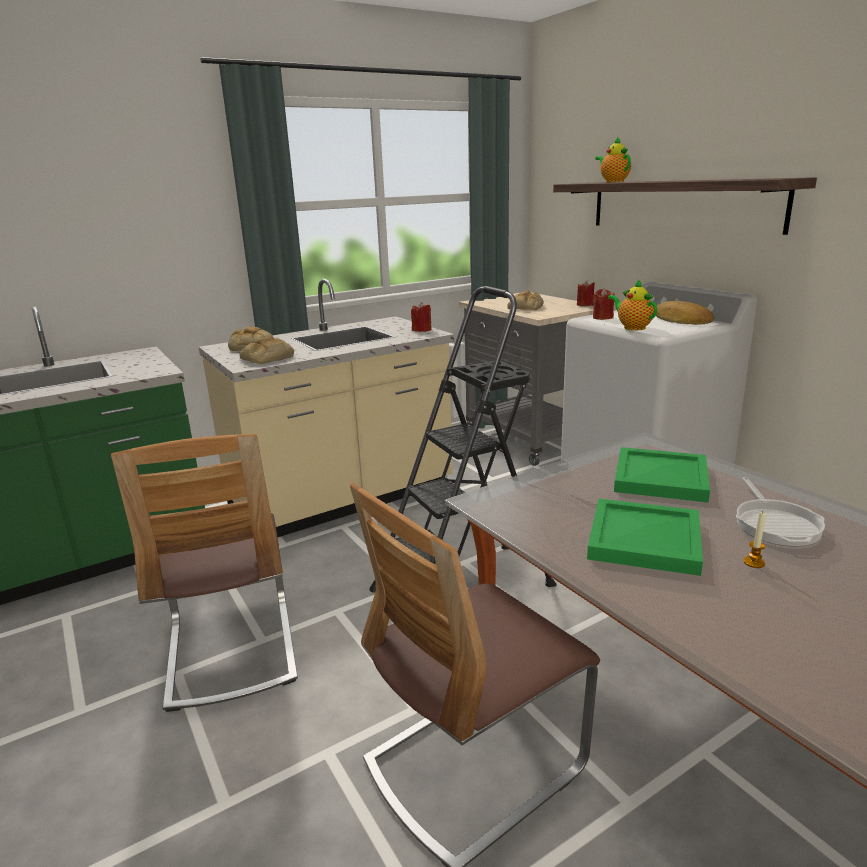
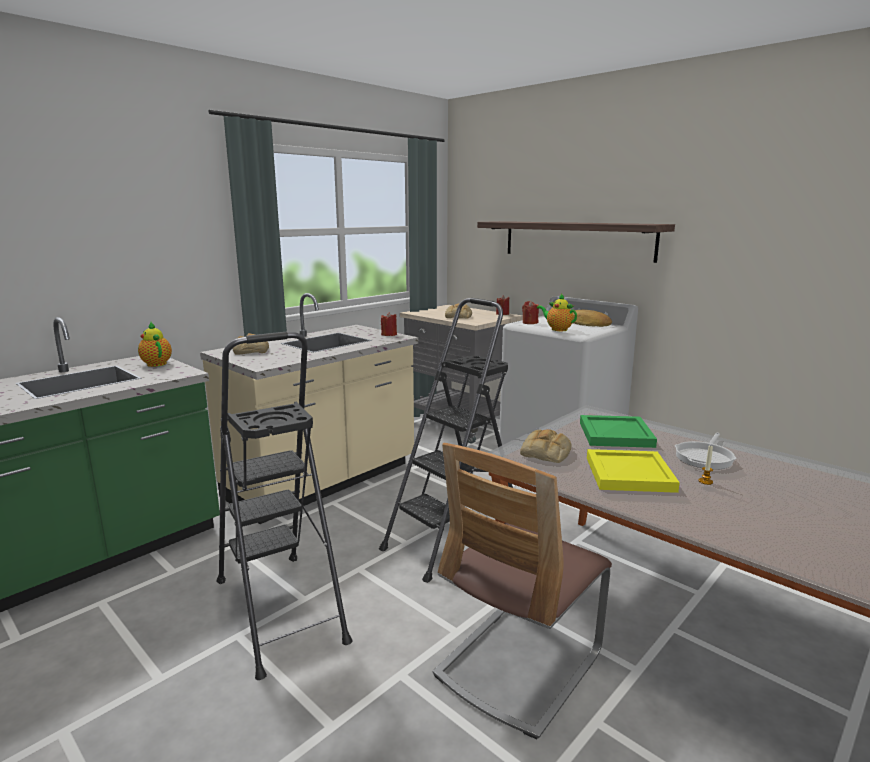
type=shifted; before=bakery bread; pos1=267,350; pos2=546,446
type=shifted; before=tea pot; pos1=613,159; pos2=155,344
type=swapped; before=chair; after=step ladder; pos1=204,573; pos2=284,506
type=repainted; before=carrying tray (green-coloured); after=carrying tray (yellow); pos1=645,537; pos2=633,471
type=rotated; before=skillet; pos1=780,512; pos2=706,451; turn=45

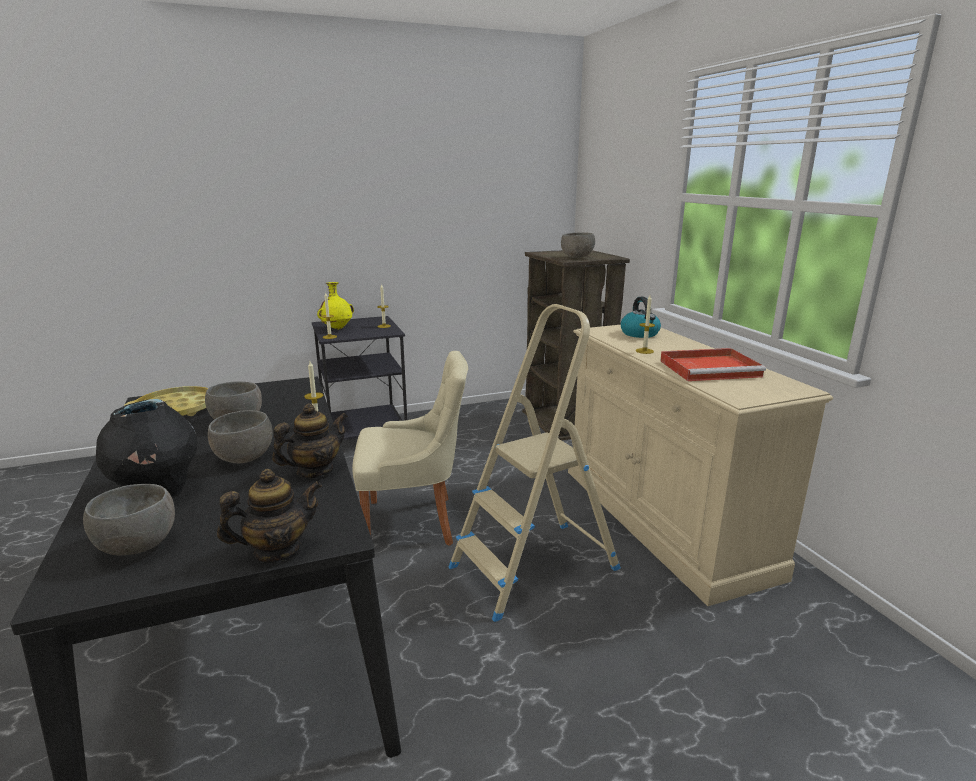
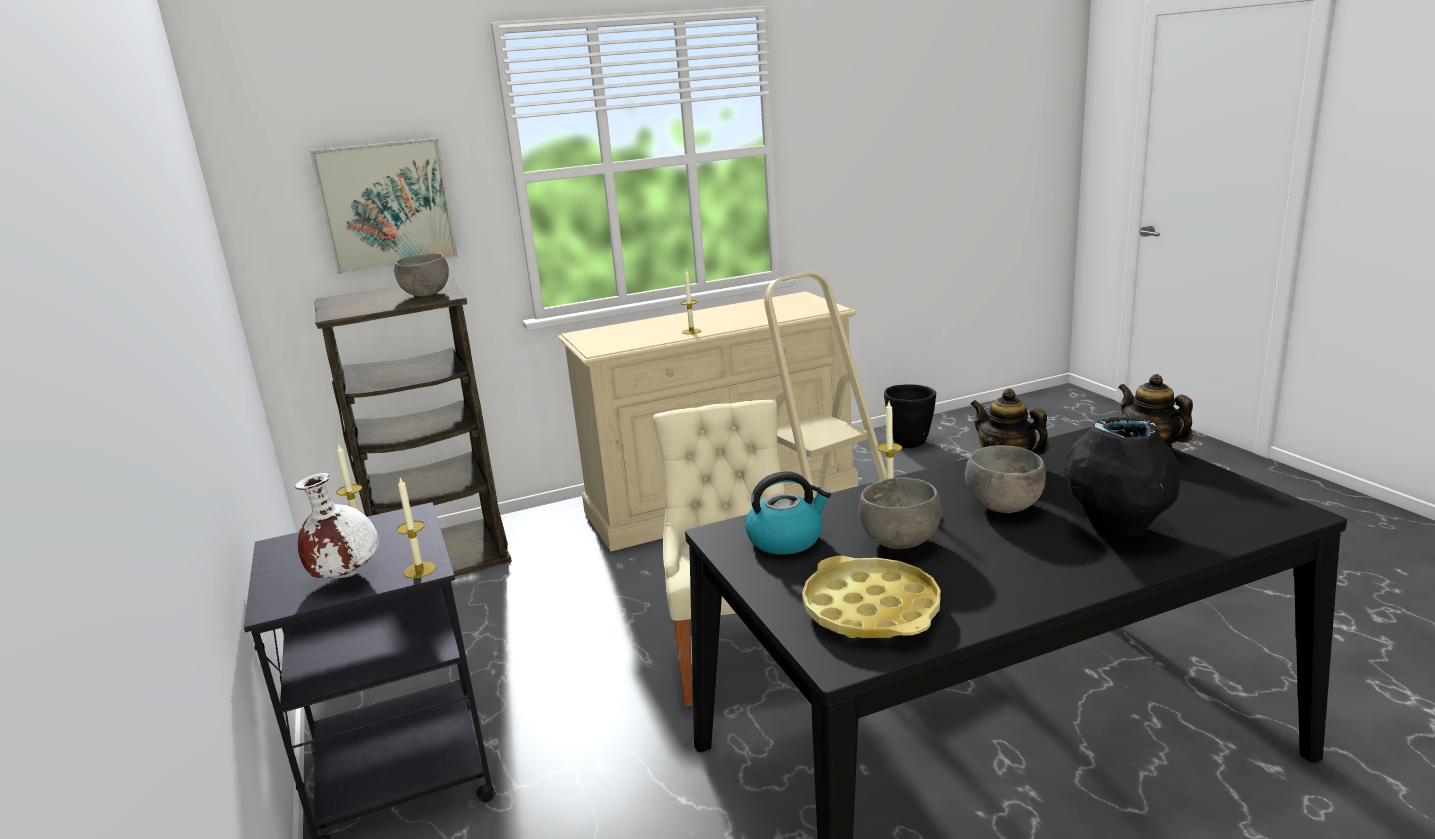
type=gone; before=deep dish (greyish); pos1=129,519
type=gone; before=carrying tray (red-coloured); pos1=713,364
type=new; after=picture; pos2=384,206
type=new; after=planter (black-coloured); pos2=910,416
type=shifted; before=kettle; pos1=641,317; pos2=788,513
type=repainted; before=flower vase (yellow); after=flower vase (whitish); pos1=335,305; pos2=337,525

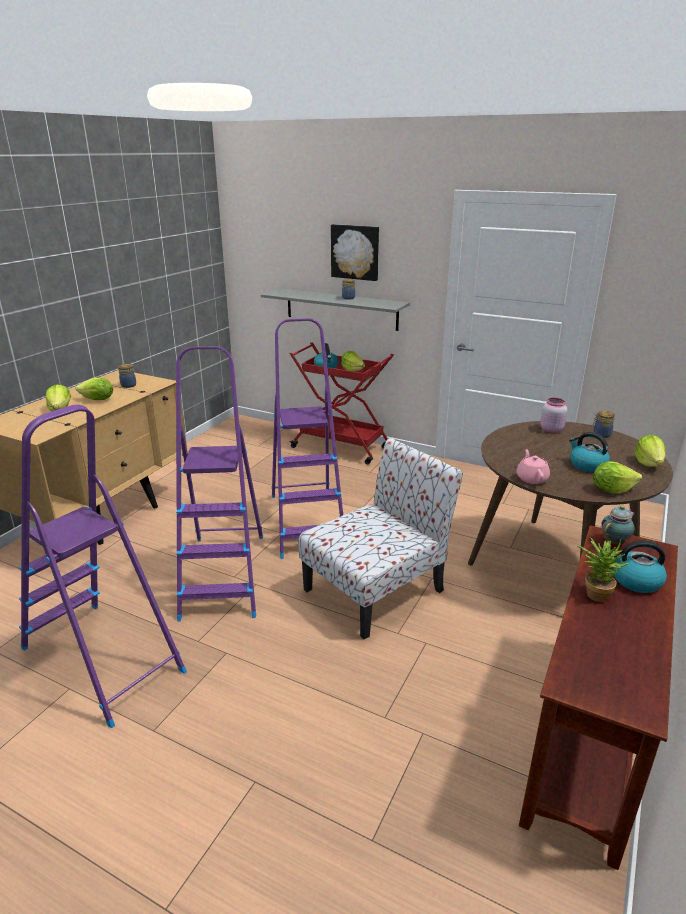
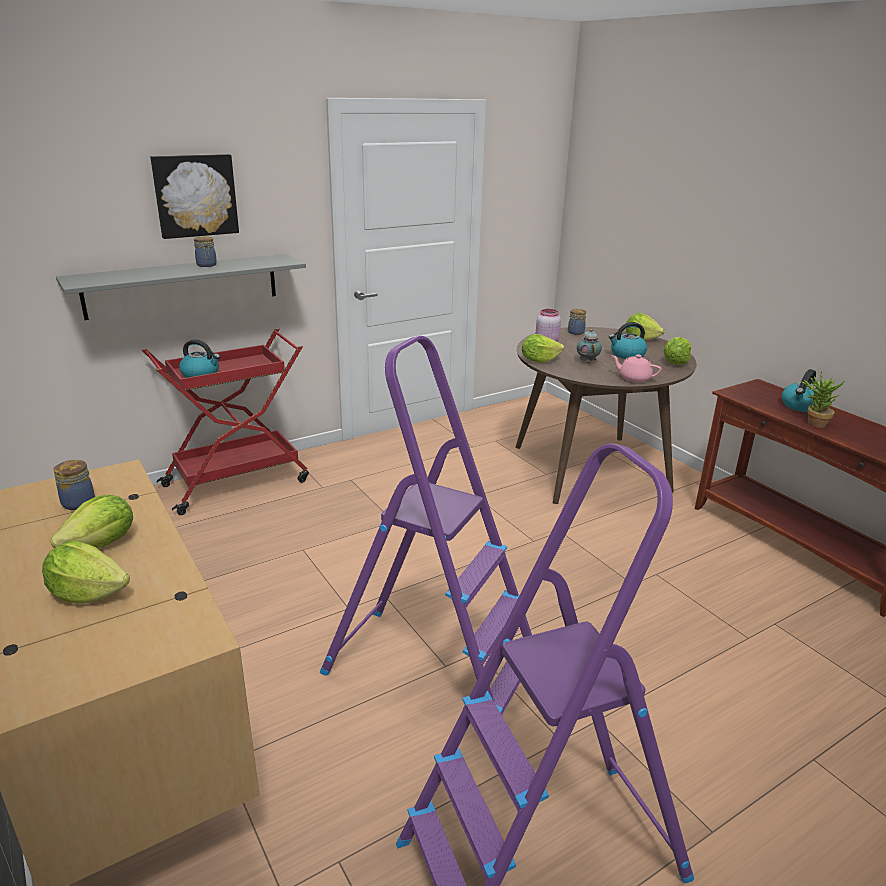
type=gone; before=step ladder (purple-coloured); pos1=307,438
type=gone; before=chair; pos1=380,538
type=shifted; before=lettuce; pos1=353,361; pos2=543,348
type=shifted; before=tea pot; pos1=618,524; pos2=589,346

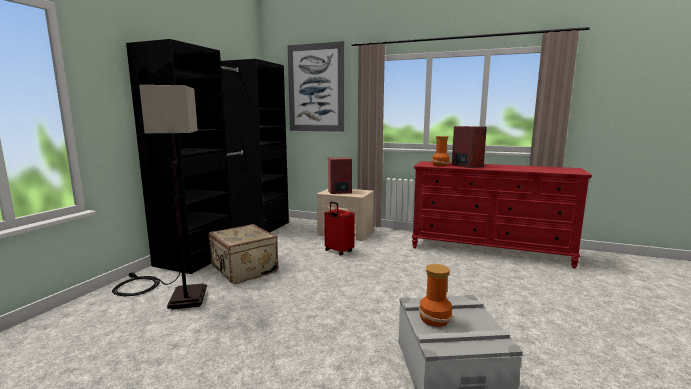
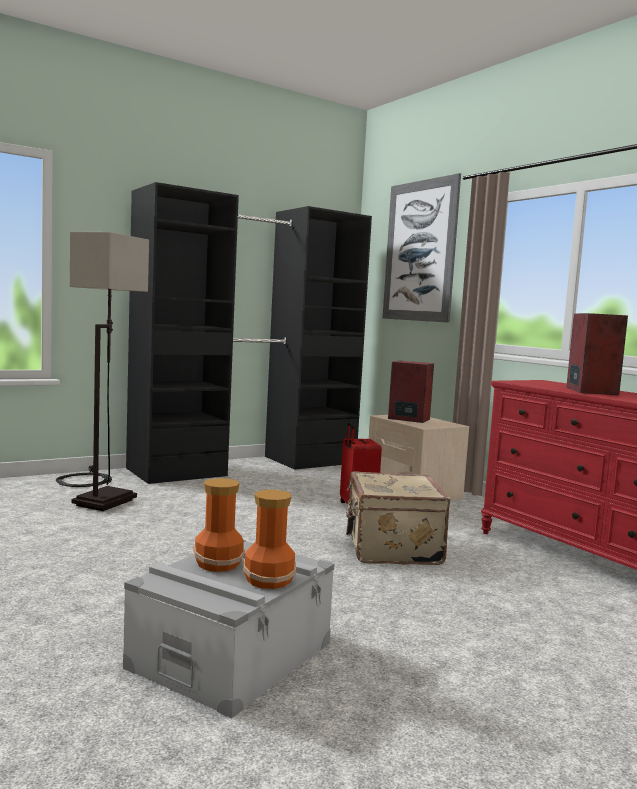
type=shifted; before=piece of luggage (sand-coloured); pos1=243,254; pos2=398,518
type=shifted; before=flower vase; pos1=441,151; pos2=269,539

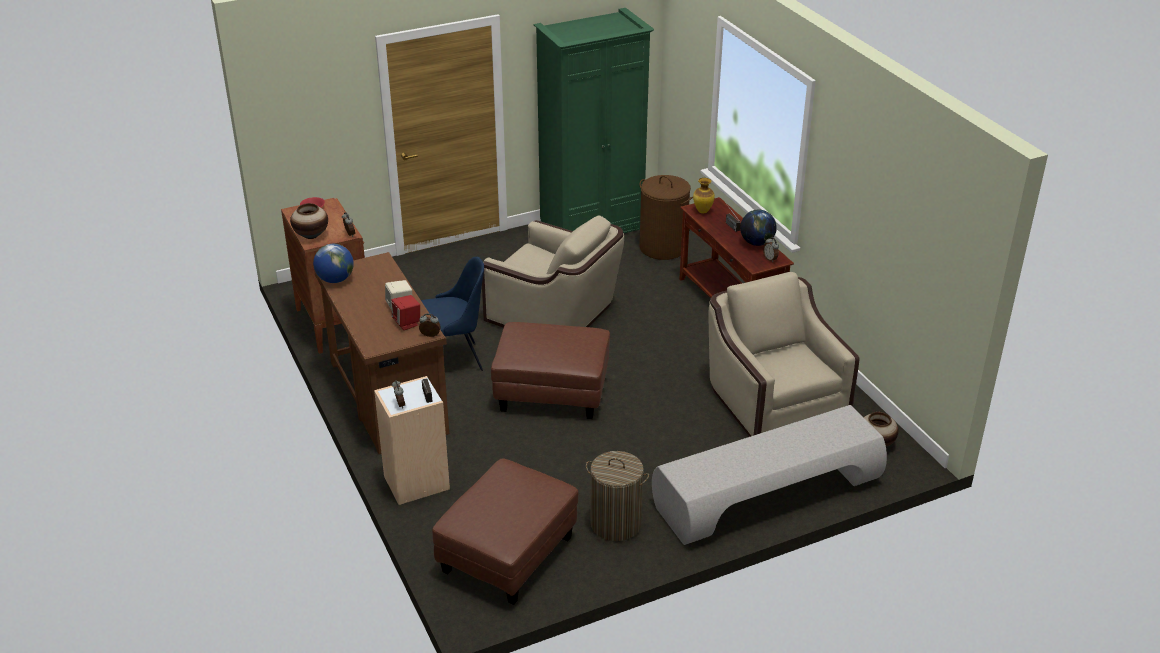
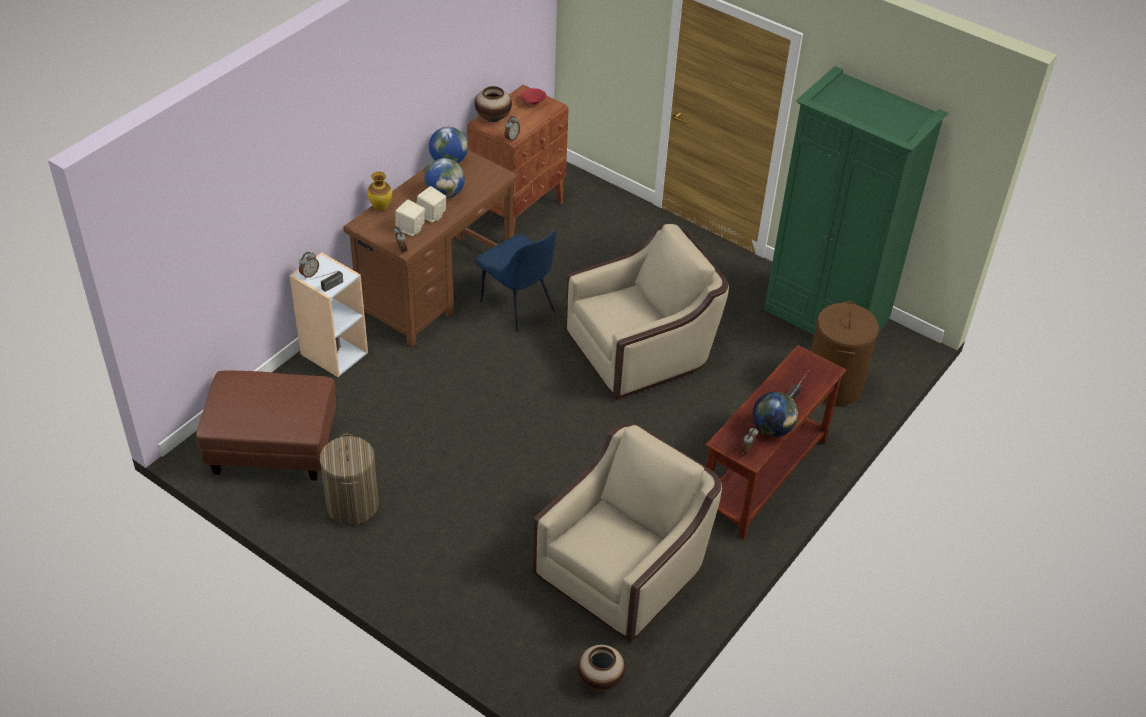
type=gone; before=ottoman (brownish); pos1=550,370
type=gone; before=indoor bench (greyish); pos1=769,475
type=new; after=globe; pos2=444,178
type=shifted; before=flower vase; pos1=704,195; pos2=379,191
type=repainted; before=audio speaker (red-coloured); after=audio speaker (sand-coloured); pos1=405,312; pos2=410,217
type=rotated; before=armchair (sand-coloured); pos1=553,272; pos2=647,312; turn=-120

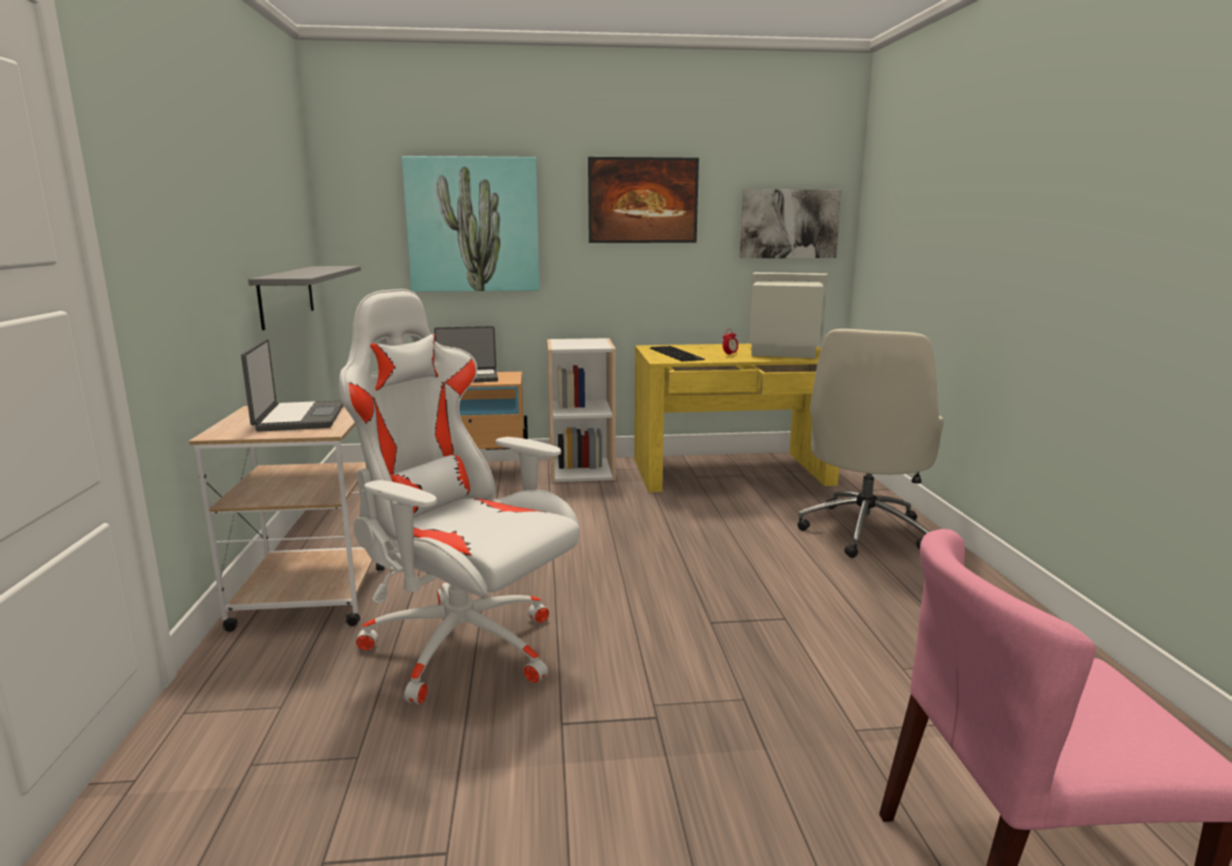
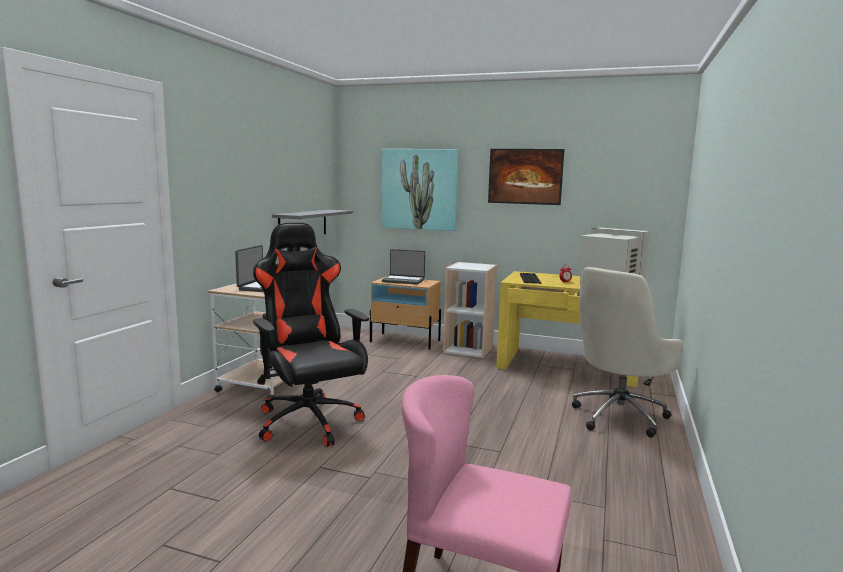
type=gone; before=picture; pos1=791,223
type=repainted; before=office chair (whitish); after=office chair (black-coloured); pos1=459,496; pos2=311,334

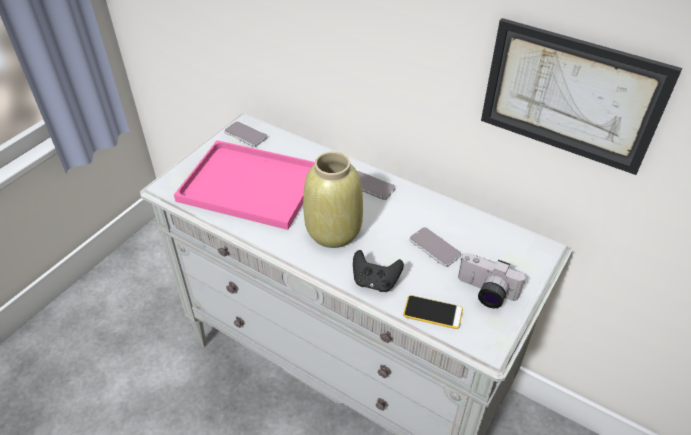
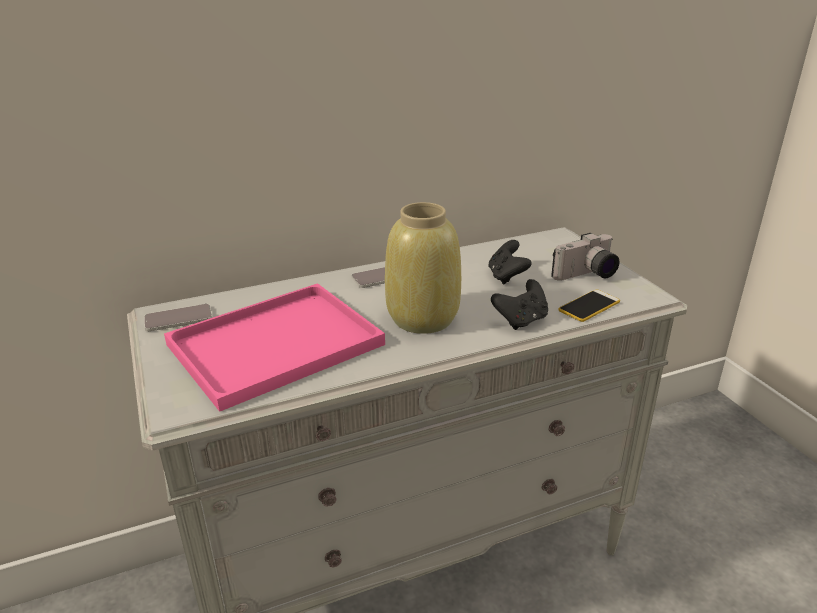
type=gone; before=picture; pos1=581,96
type=swapped; before=handset; after=joypad (black-coloured); pos1=435,247; pos2=510,262

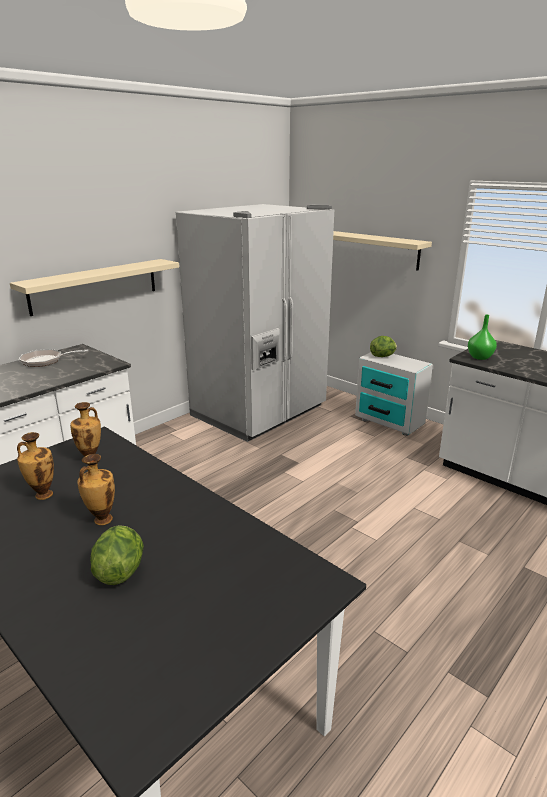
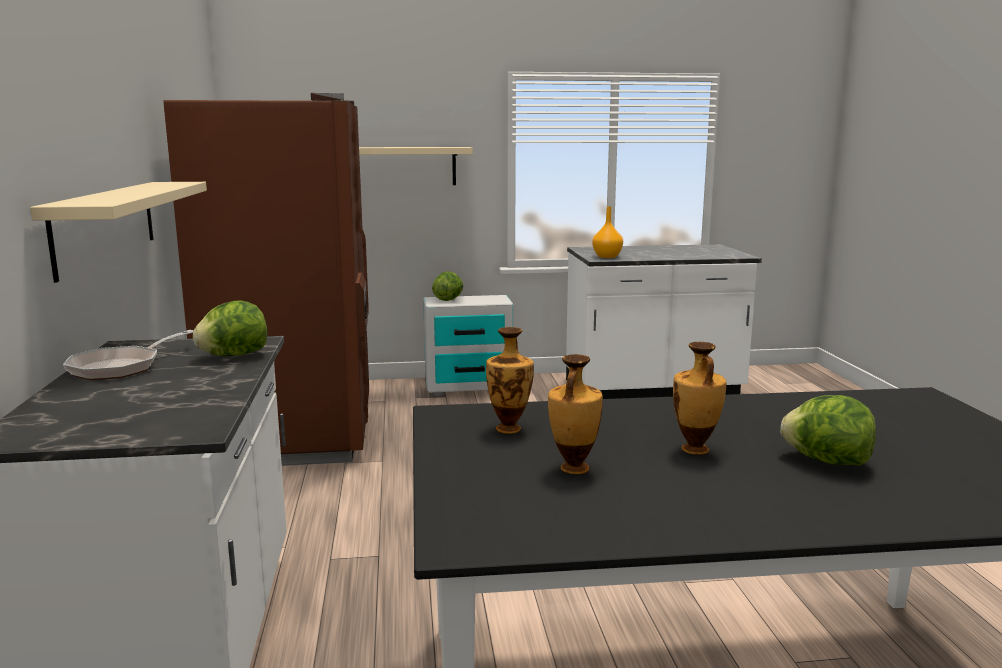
type=new; after=lettuce; pos2=230,328
type=repainted; before=refrigerator (whitish); after=refrigerator (brownish); pos1=255,323; pos2=266,279
type=repainted; before=flower vase (green-coloured); after=flower vase (orange); pos1=482,337; pos2=607,232

